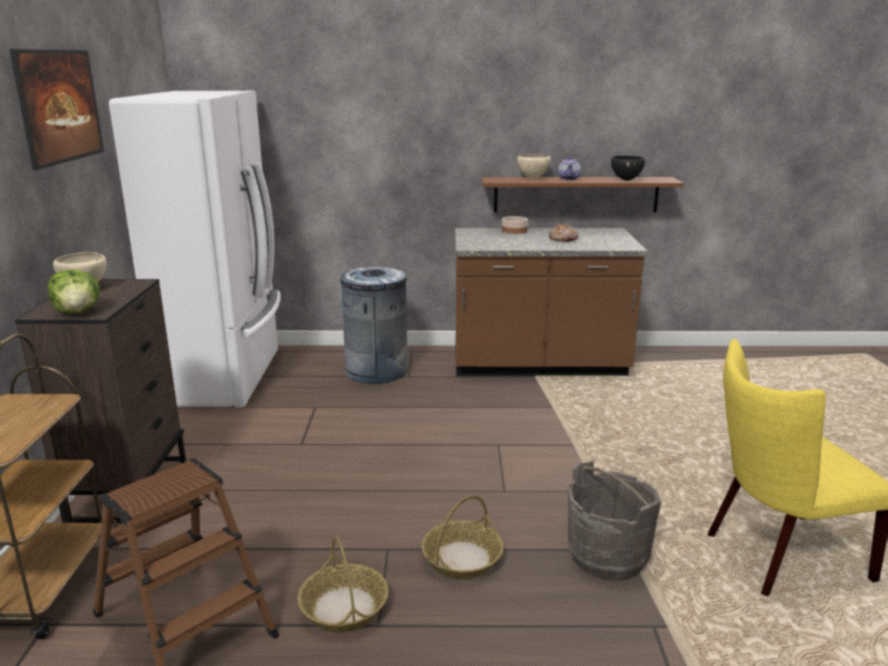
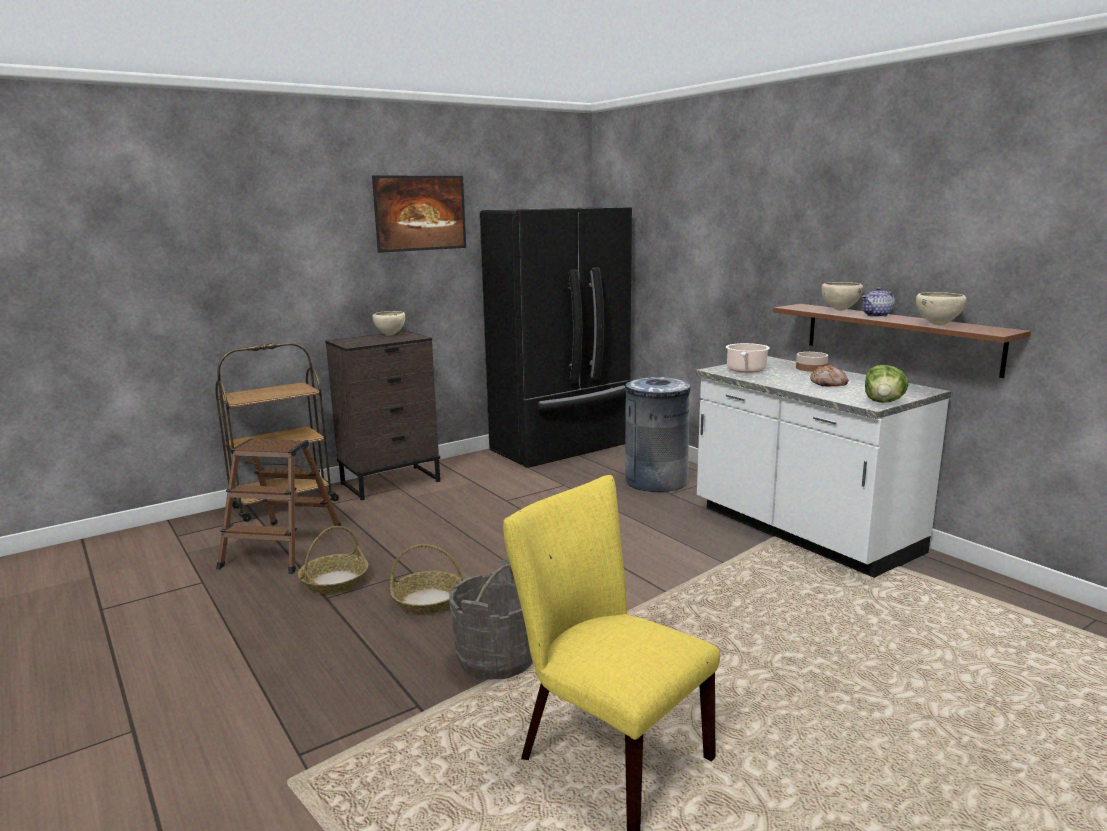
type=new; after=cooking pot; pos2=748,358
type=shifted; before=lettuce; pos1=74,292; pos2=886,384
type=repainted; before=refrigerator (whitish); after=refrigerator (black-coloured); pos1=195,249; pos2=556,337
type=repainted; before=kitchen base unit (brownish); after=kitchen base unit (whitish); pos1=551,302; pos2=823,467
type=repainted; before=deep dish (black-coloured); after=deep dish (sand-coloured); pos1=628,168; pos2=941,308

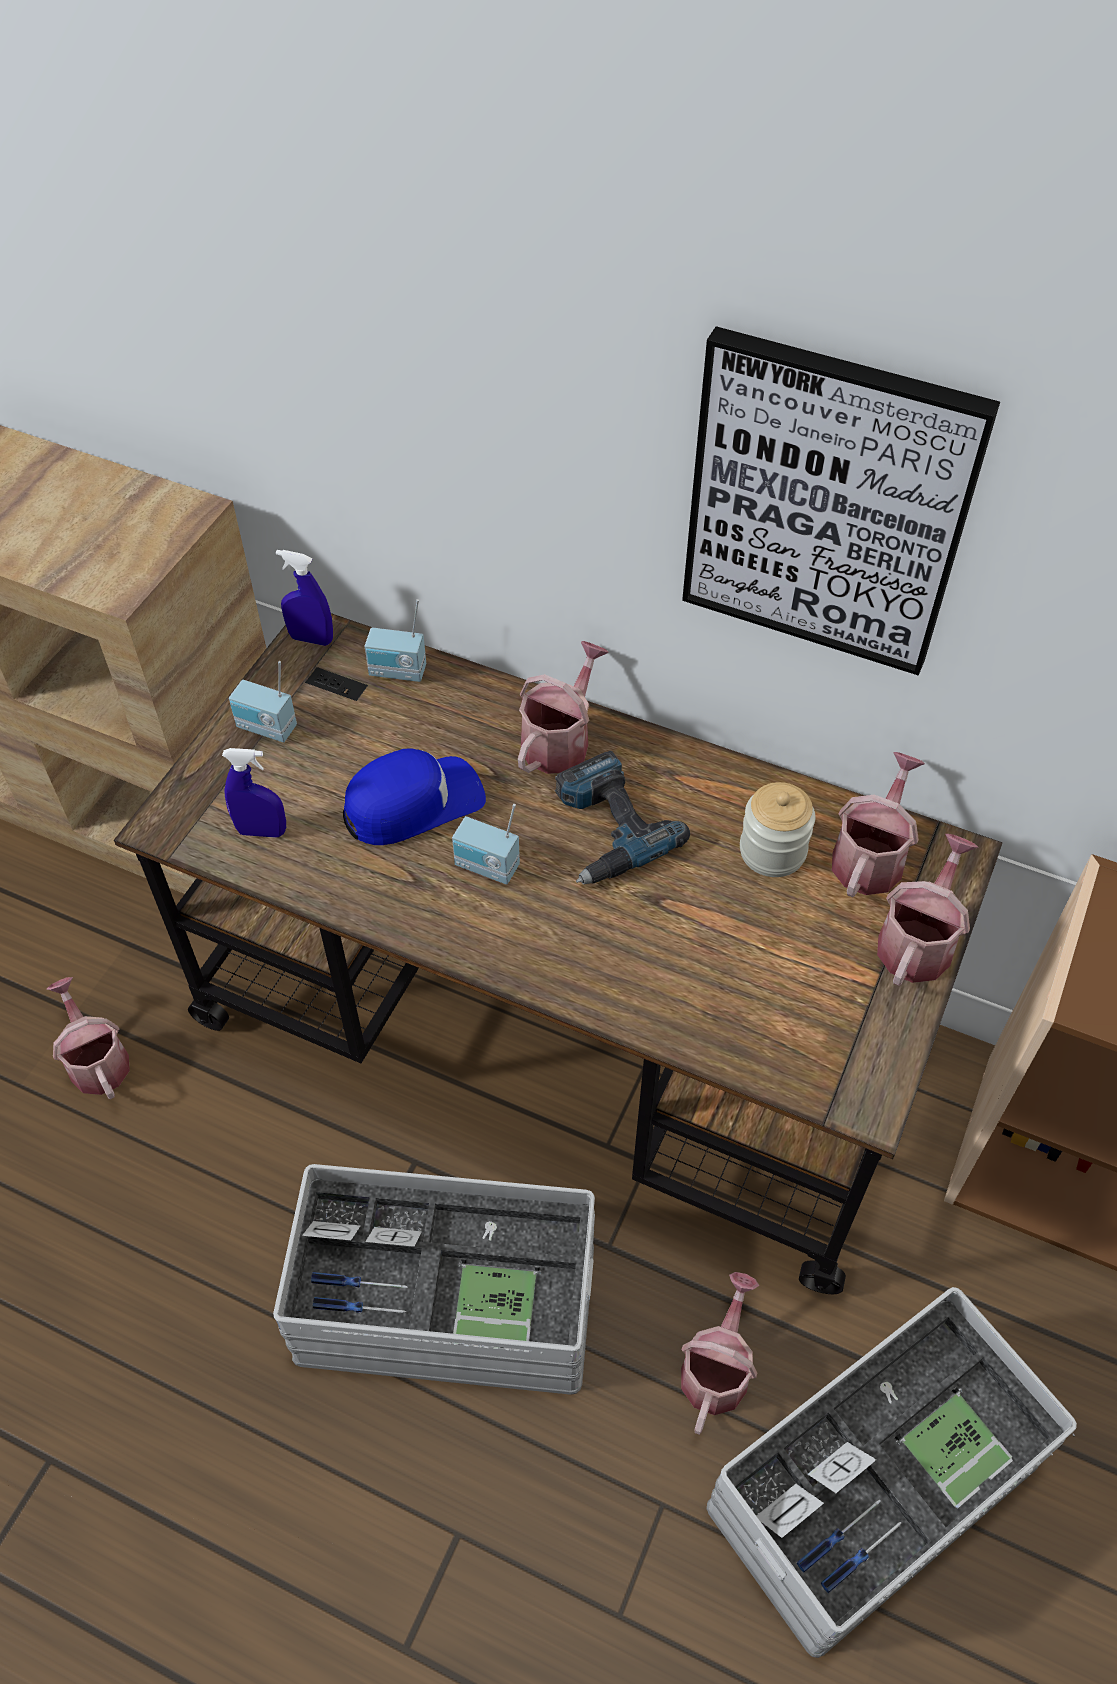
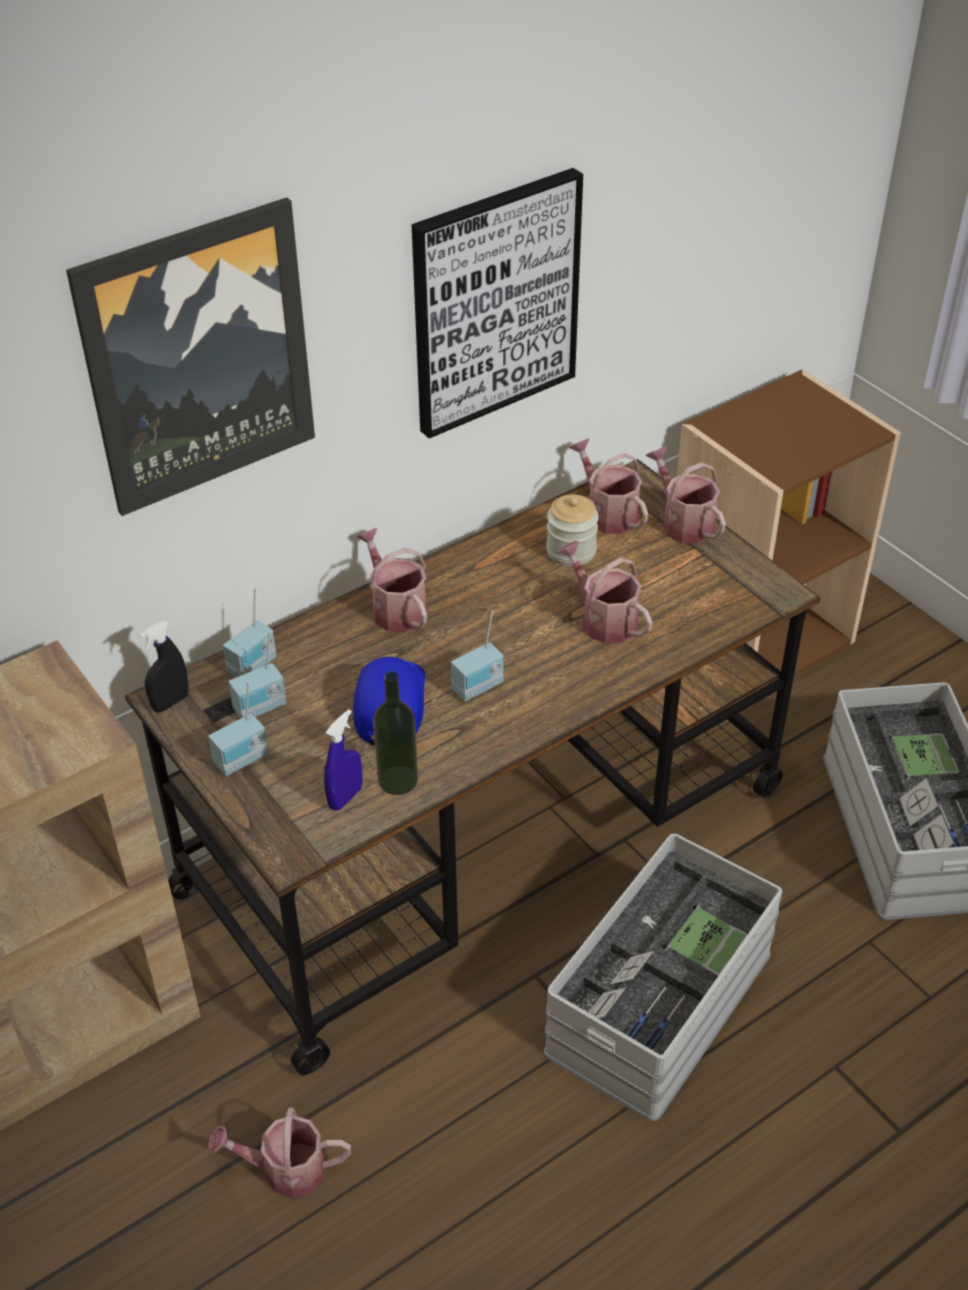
type=gone; before=drill; pos1=622,817
type=new; after=picture; pos2=190,356
type=new; after=radio receiver; pos2=257,675
type=new; after=beverage bottle; pos2=395,733
type=shifted; before=watering pot; pos1=720,1353; pos2=604,592
type=repainted; before=hand sprayer (bluish); after=hand sprayer (black-coloured); pos1=304,598; pos2=164,666

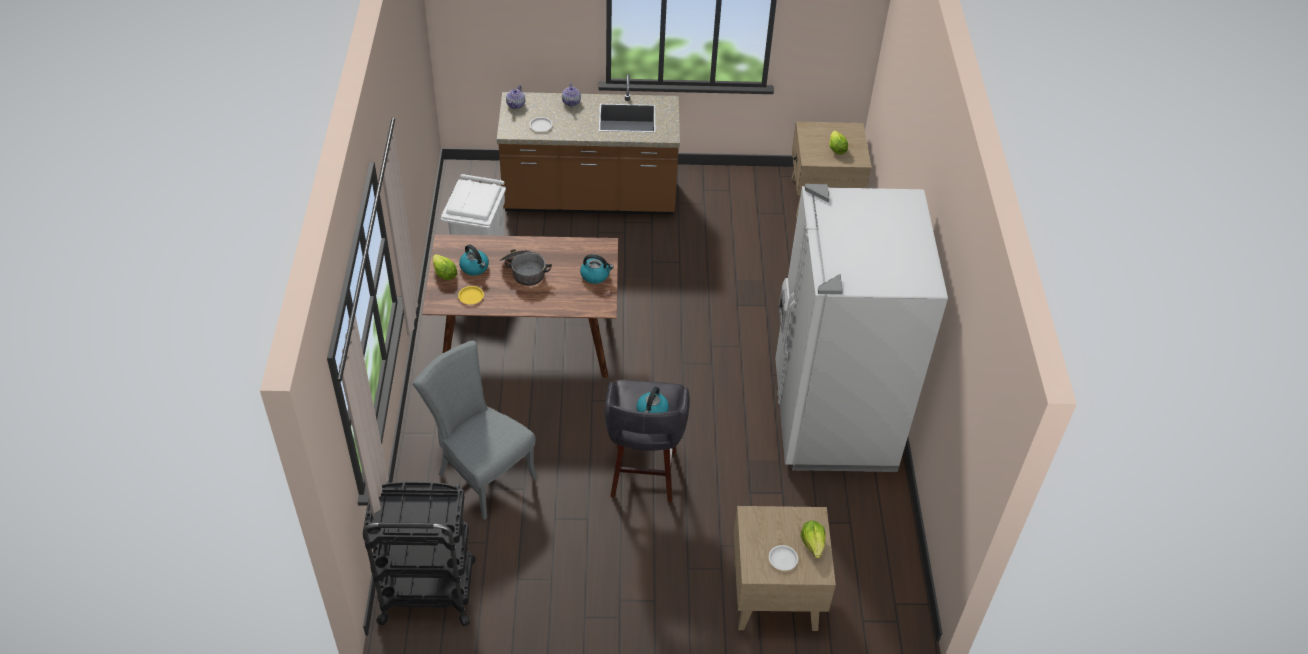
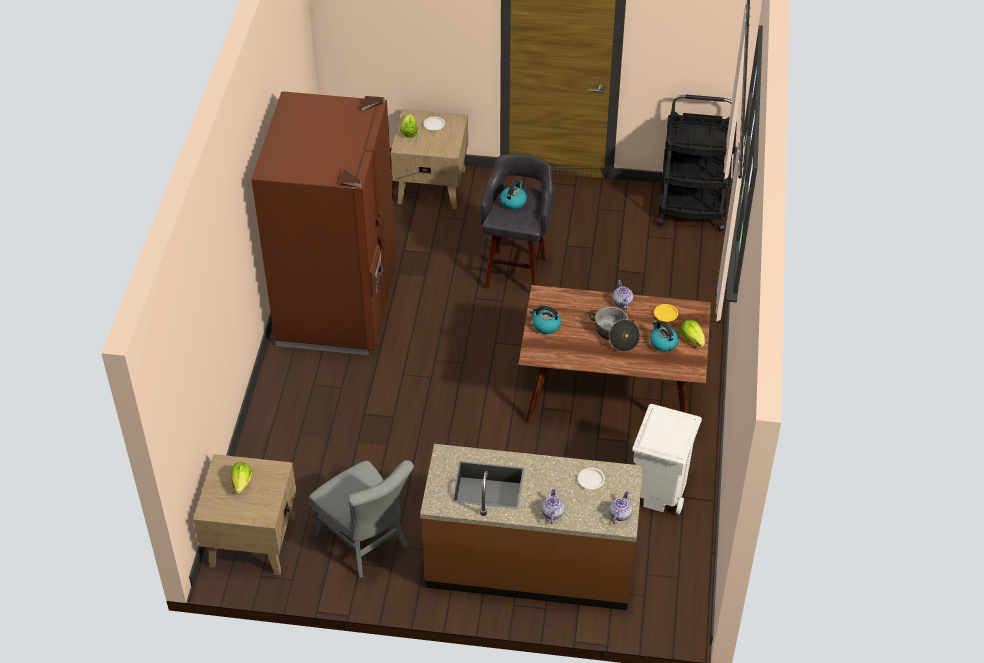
type=new; after=tea pot; pos2=622,295
type=shifted; before=chair (greyish); pos1=475,430; pos2=361,519
type=repainted; before=refrigerator (whitish); after=refrigerator (brownish); pos1=861,328; pos2=324,223

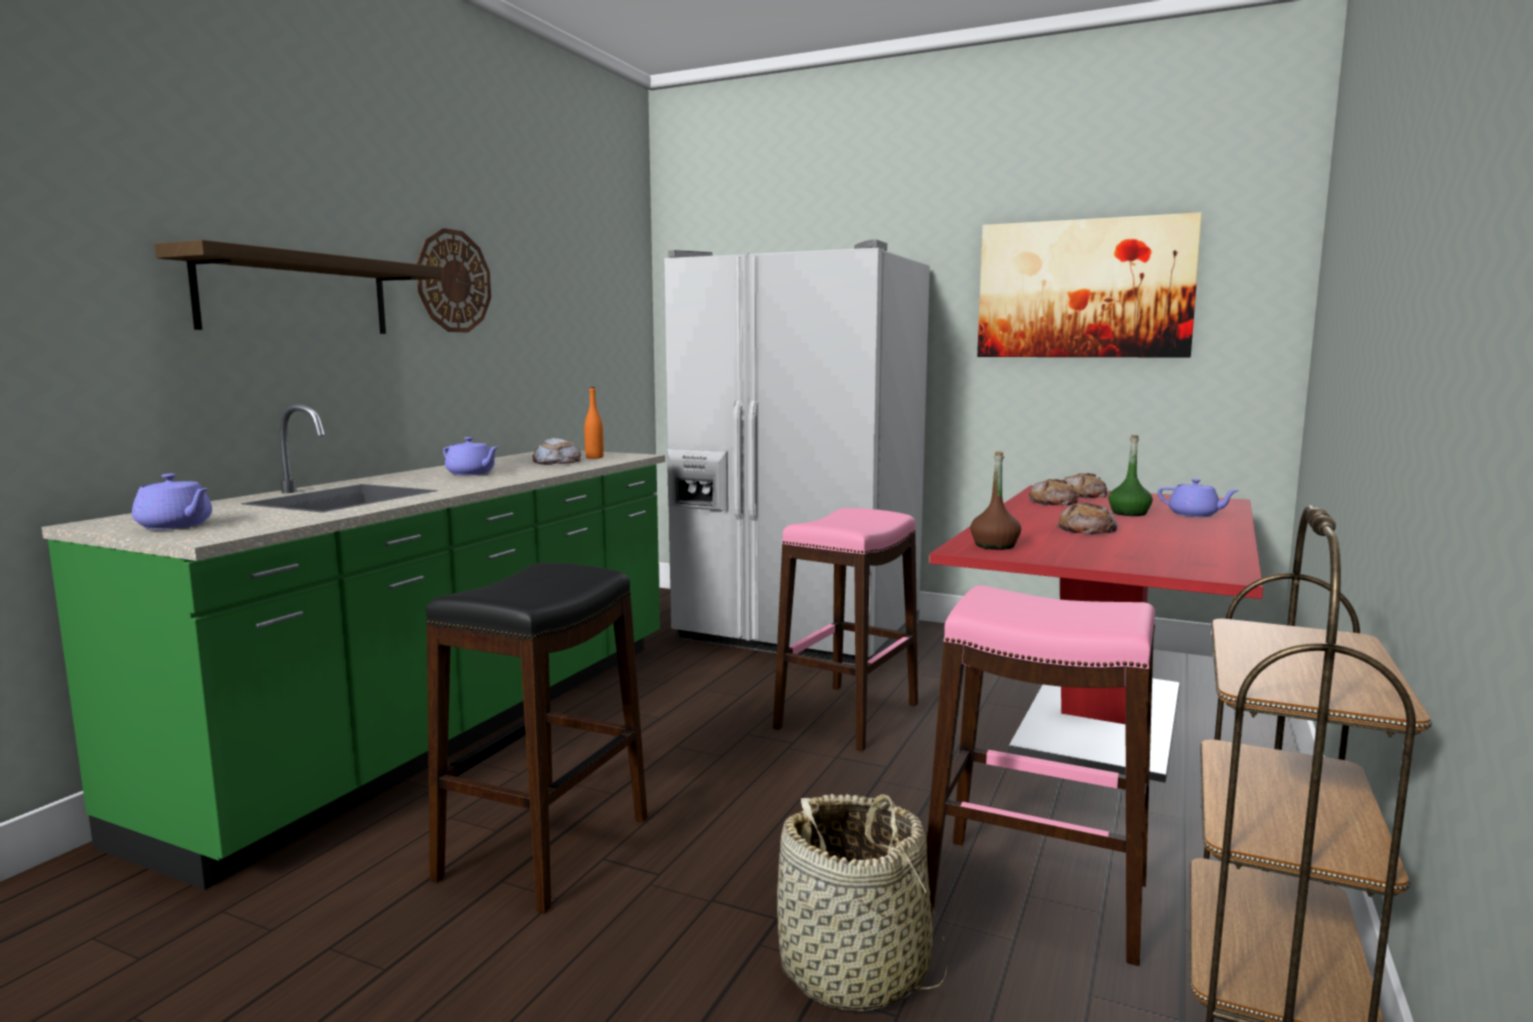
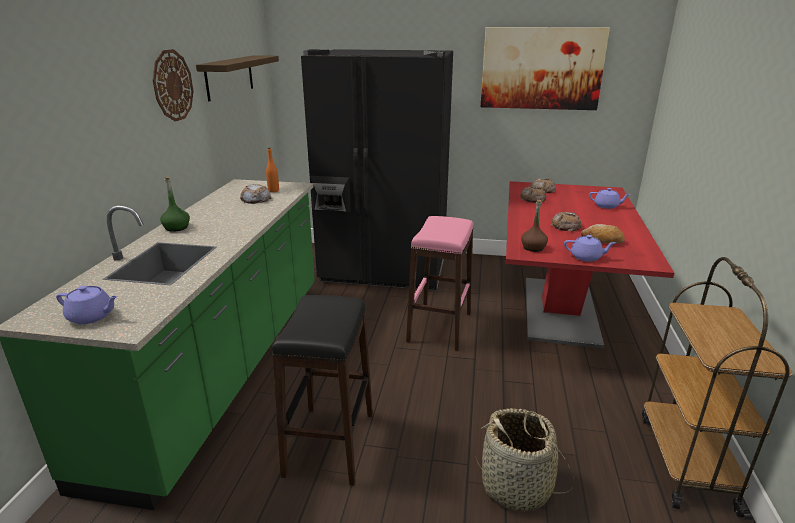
type=gone; before=stool (pink); pos1=1041,775
type=new; after=bakery bread; pos2=603,234
type=shifted; before=wall shelf; pos1=298,287; pos2=237,78
type=shifted; before=tea pot (purple-coloured); pos1=470,456; pos2=590,248
type=shifted; before=beverage bottle (green-coloured); pos1=1130,475; pos2=175,204
type=repainted; before=refrigerator (whitish); after=refrigerator (black-coloured); pos1=797,452; pos2=377,170

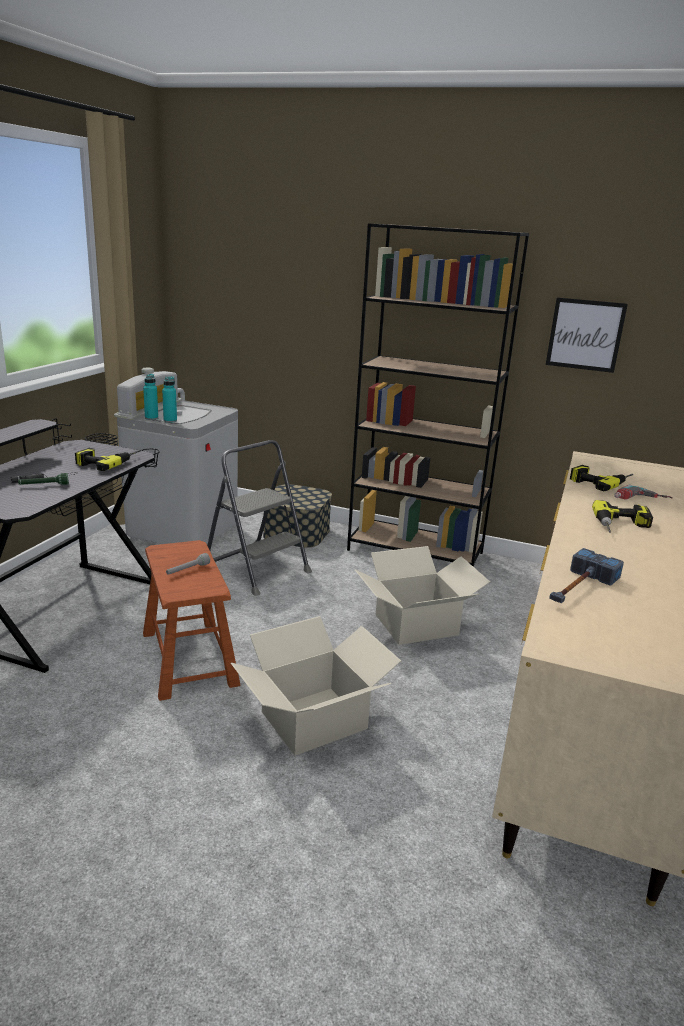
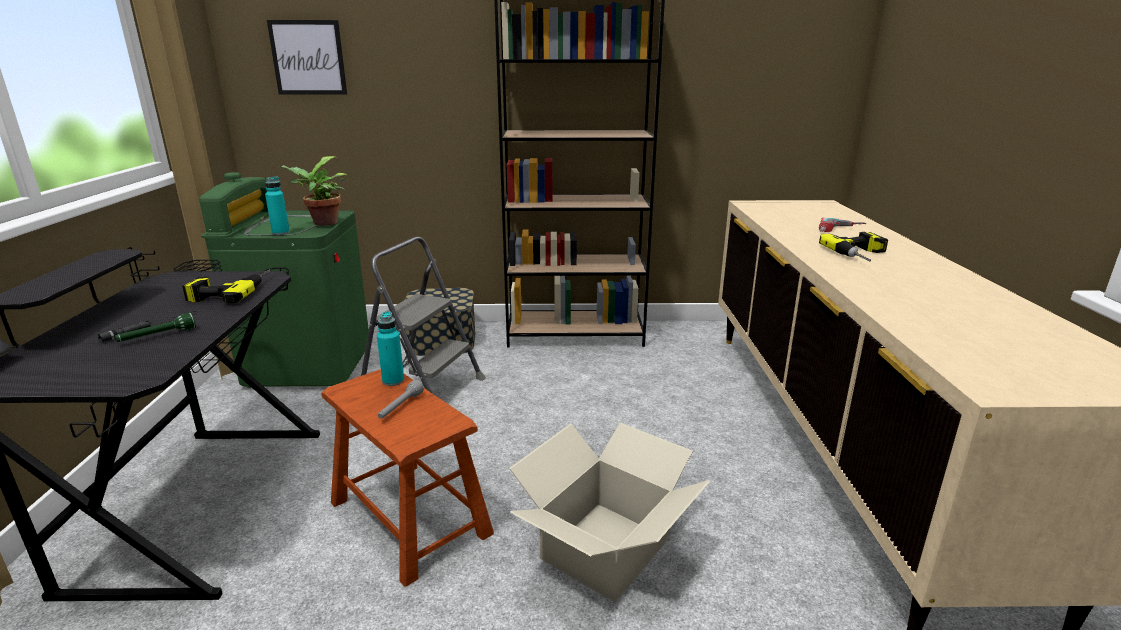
type=gone; before=packing box; pos1=422,595
type=gone; before=tool hammer; pos1=586,575
type=gone; before=drill; pos1=601,478
type=new; after=houseplant; pos2=313,191
type=shifted; before=beverage bottle (turquoise); pos1=150,397; pos2=390,348
type=shifted; before=picture; pos1=587,335; pos2=307,57
type=repainted; before=laundry machine (greyish); after=laundry machine (green-coloured); pos1=176,456; pos2=284,280

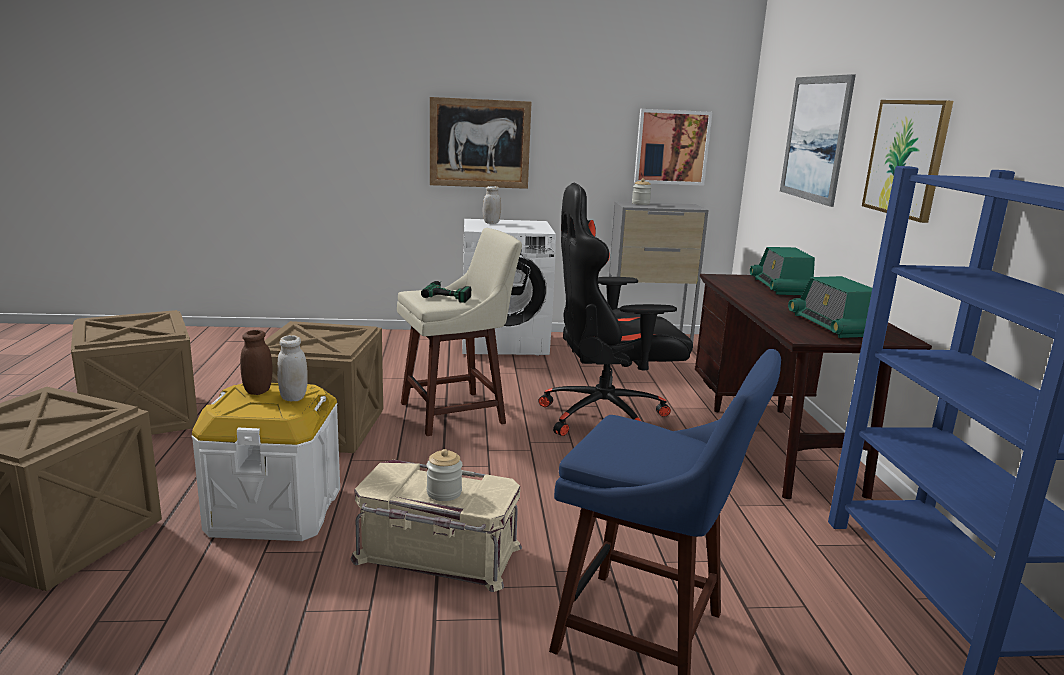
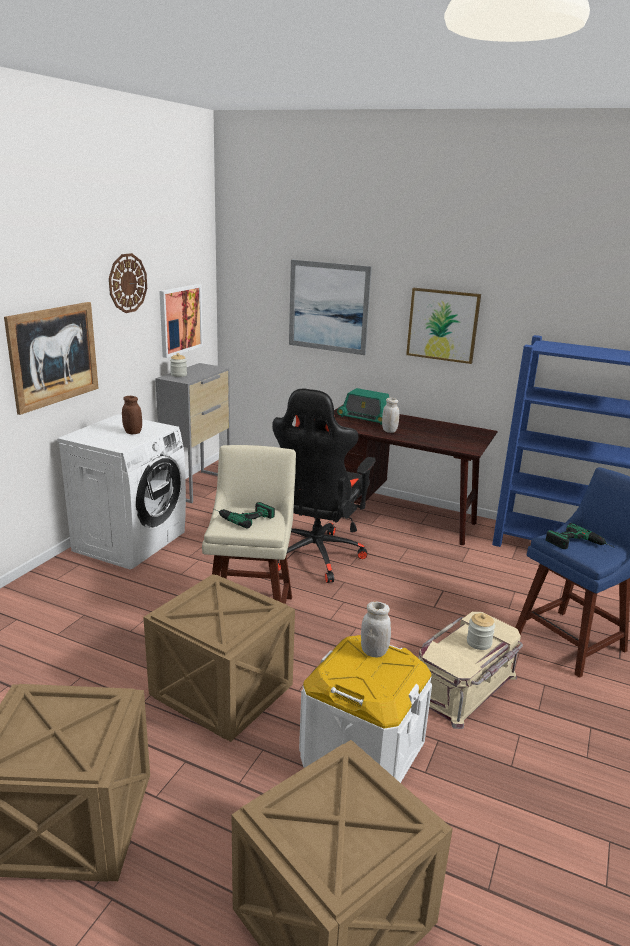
type=gone; before=radio receiver; pos1=830,307
type=new; after=hanging clock; pos2=128,283
type=new; after=drill; pos2=580,536
type=shifted; before=storage jar (brownish); pos1=256,362; pos2=132,415
type=shifted; before=storage jar (whitish); pos1=492,205; pos2=390,415

